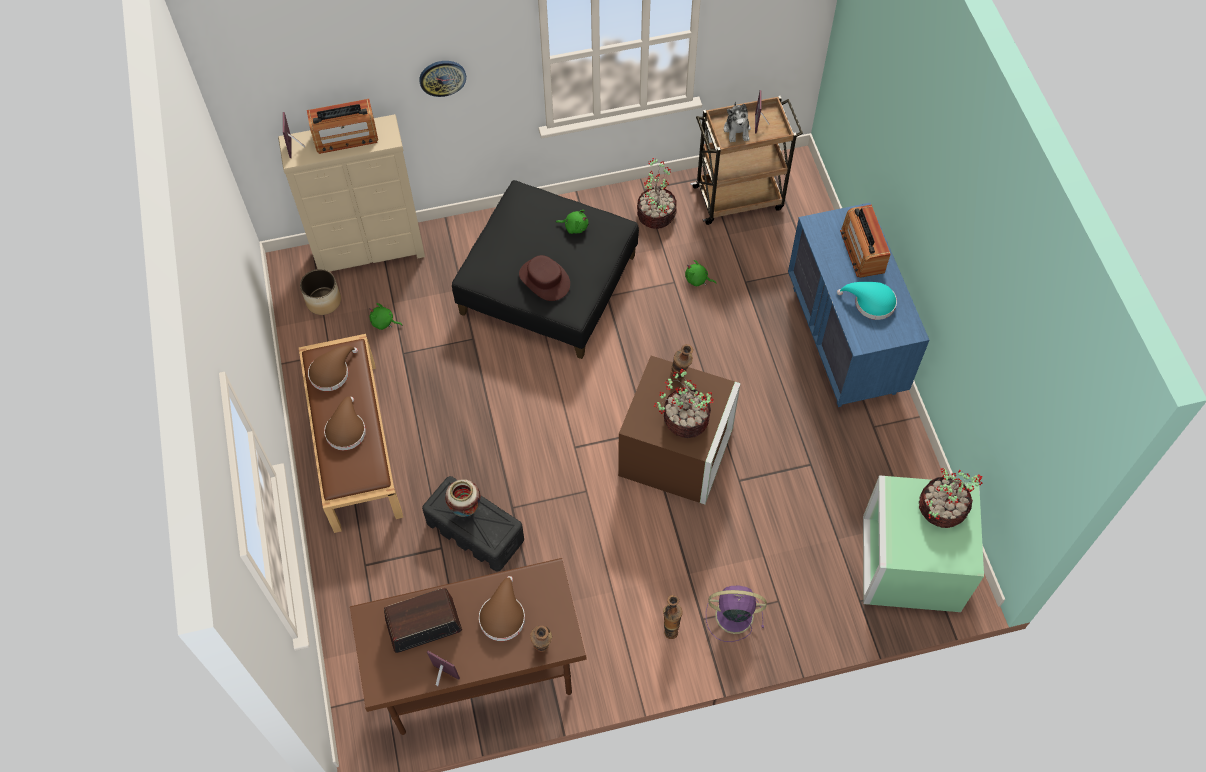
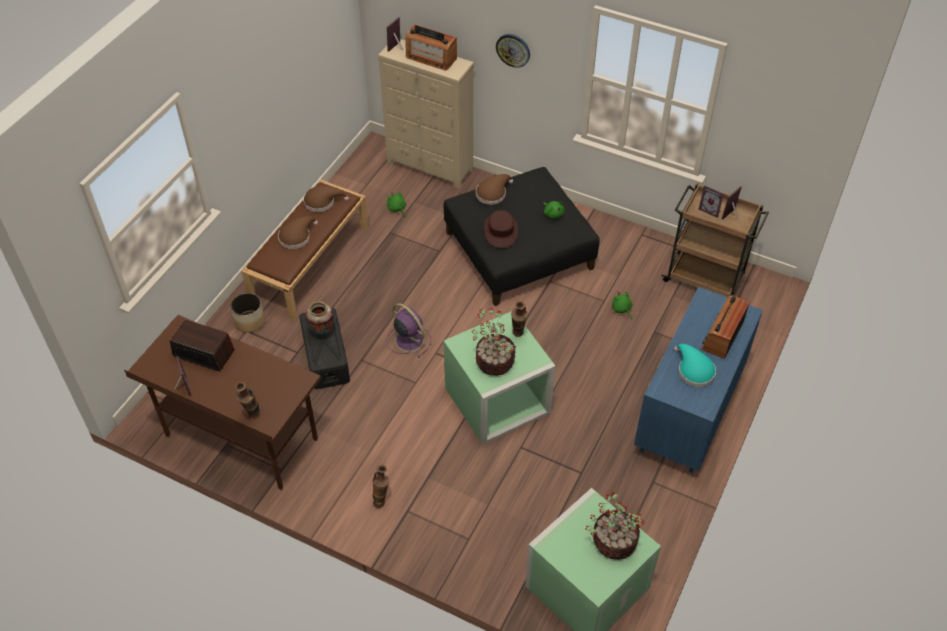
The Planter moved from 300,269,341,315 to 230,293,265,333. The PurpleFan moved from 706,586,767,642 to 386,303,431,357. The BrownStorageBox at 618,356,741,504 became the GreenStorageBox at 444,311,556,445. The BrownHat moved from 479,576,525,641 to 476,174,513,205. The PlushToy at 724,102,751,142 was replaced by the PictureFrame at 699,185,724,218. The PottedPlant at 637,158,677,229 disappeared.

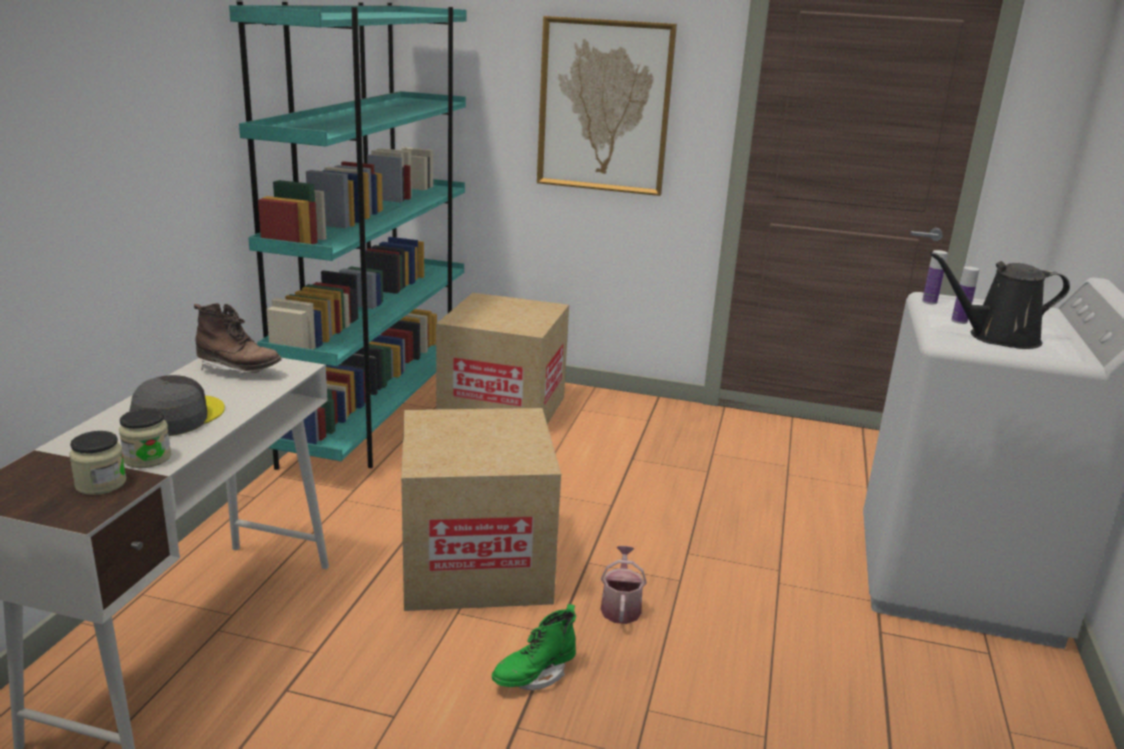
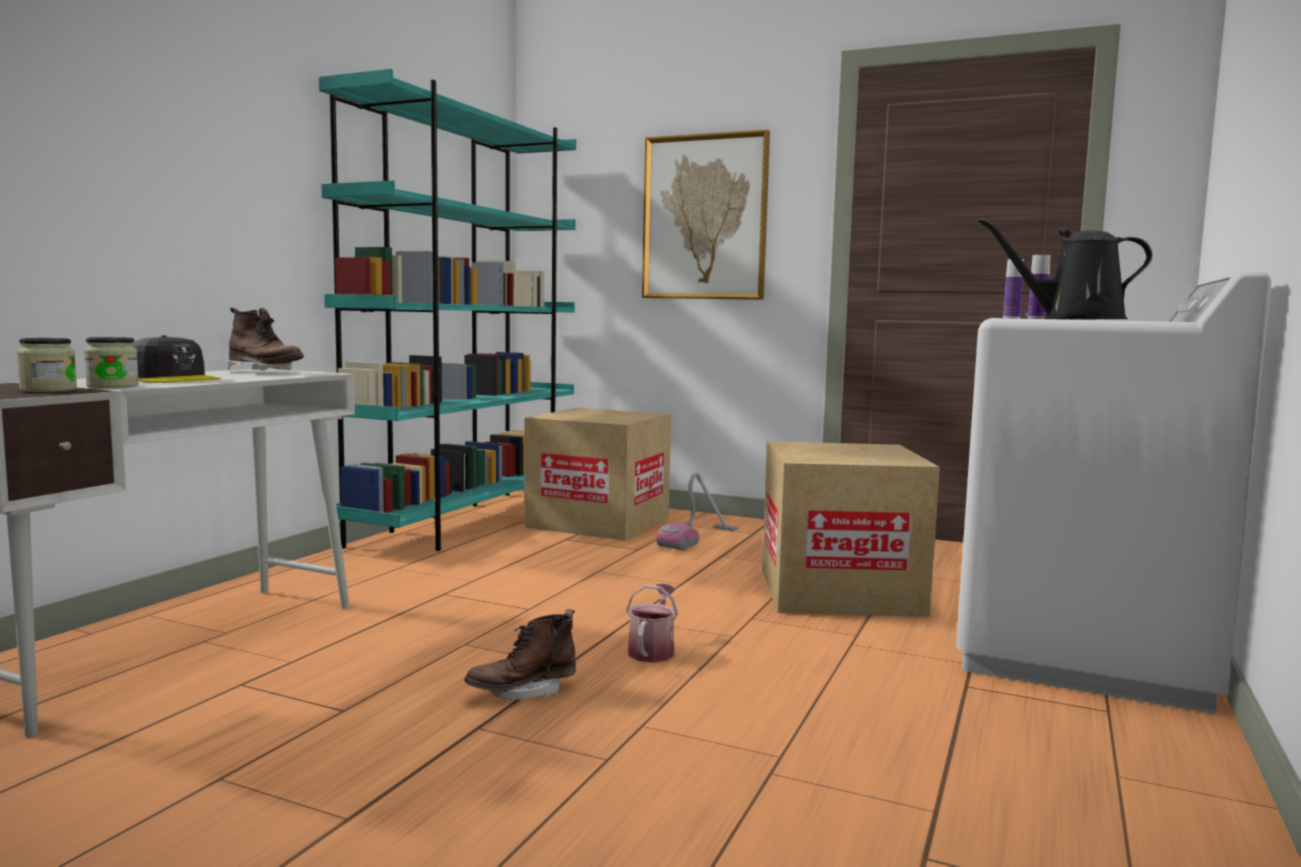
The GreyCap at 129,375,225,436 turned 90 degrees clockwise. The GreenBoot at 492,604,576,690 became the BrownBoot at 465,609,576,700. The VacuumCleaner at 656,472,738,551 appeared. The CardboardBox moved from 401,408,561,611 to 762,441,940,617.

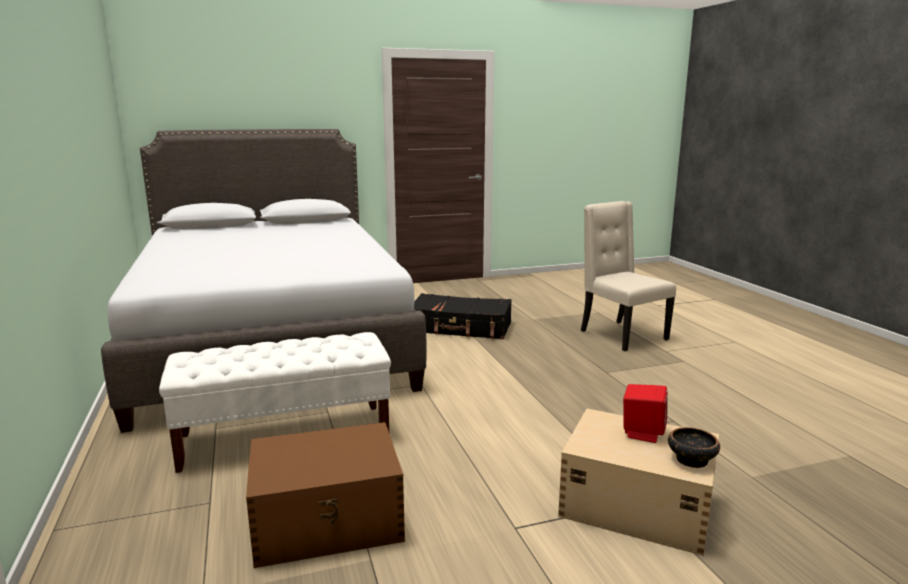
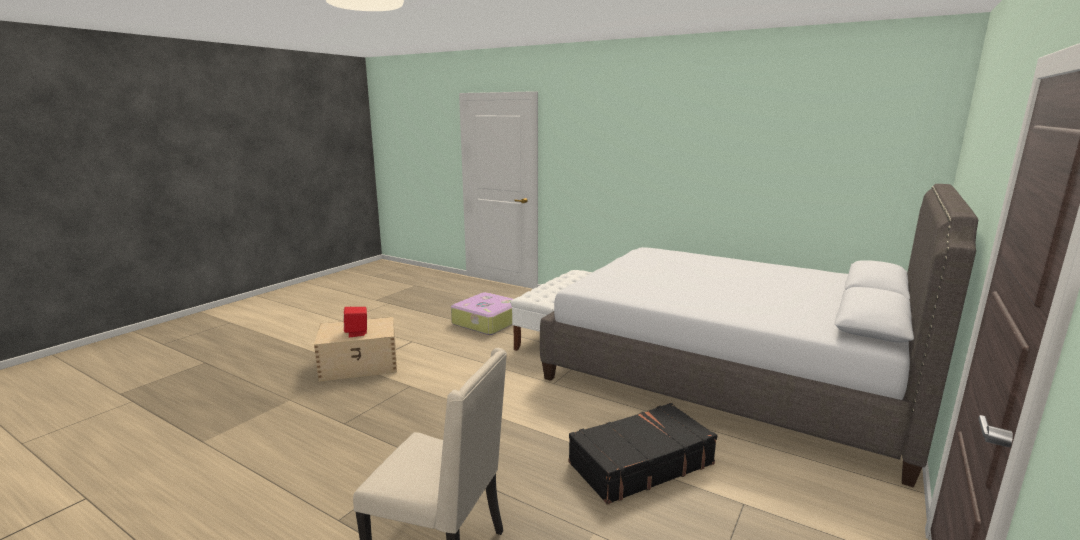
The BrownStorageBox at 246,422,405,568 was replaced by the Suitcase at 451,292,513,335. The Bowl at 668,427,720,468 disappeared.

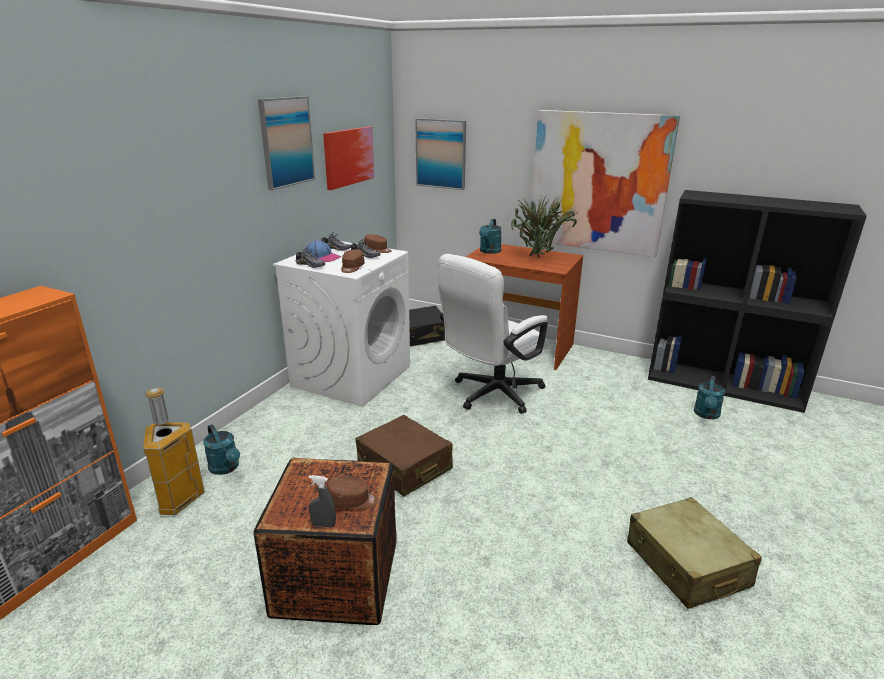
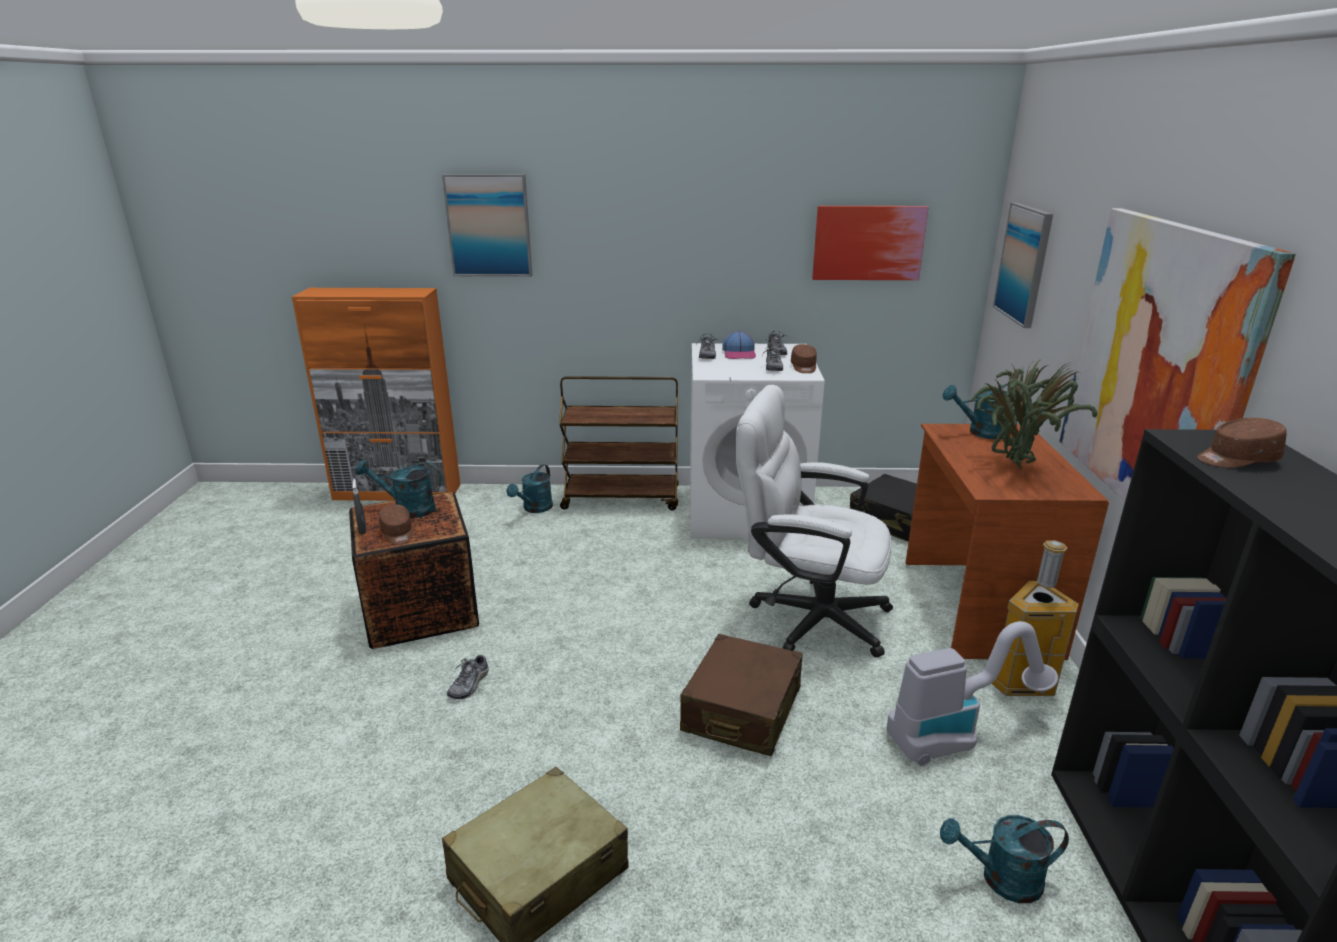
The TurquoiseWateringCan at 355,460,442,518 appeared. The Picture moved from 258,96,315,190 to 442,174,532,277. The Shoe at 447,655,489,699 appeared. The BrownCart at 559,376,678,510 appeared. The BrownSuitcase moved from 356,415,453,497 to 680,634,803,756. The VacuumCleaner at 887,621,1058,766 appeared. The TrashCan moved from 143,388,205,515 to 991,540,1079,696. The BrownCap moved from 341,249,365,273 to 1197,418,1287,468.

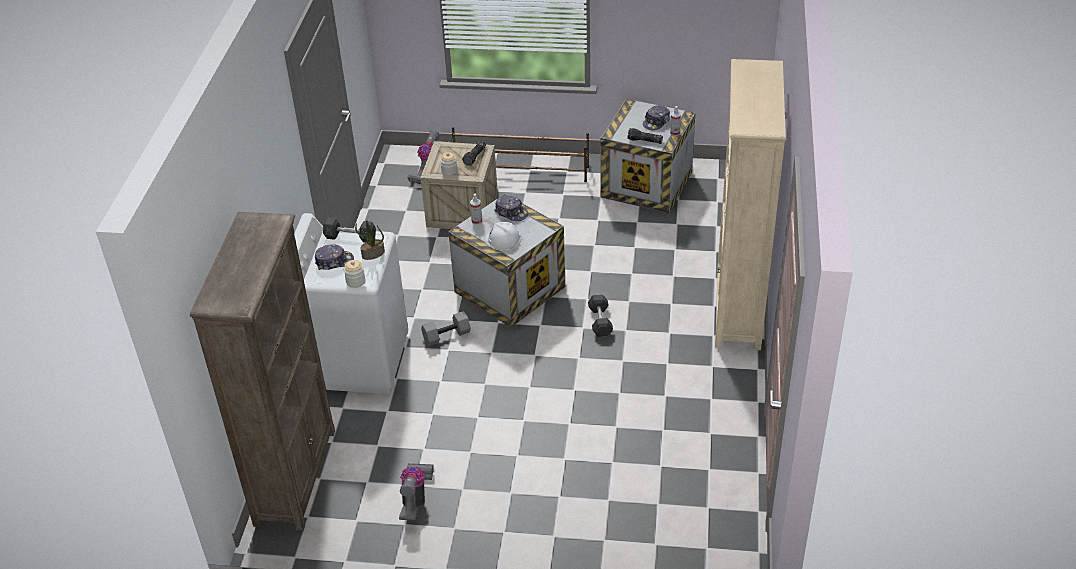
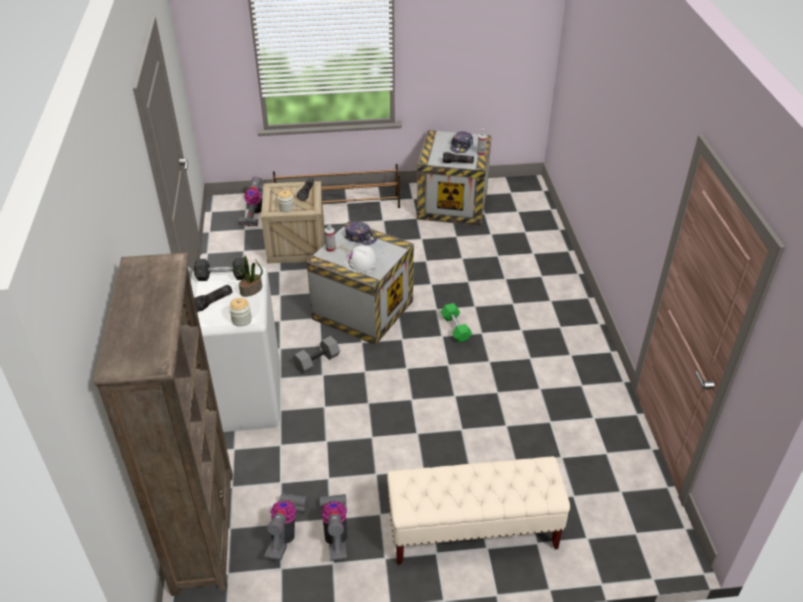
The Cap at 315,244,354,270 was replaced by the Flashlight at 194,285,232,312. The VacuumCleaner at 265,493,307,560 appeared. The BeigeBench at 387,456,570,565 appeared. The GreyDumbbell at 588,294,613,337 became the GreenDumbbell at 441,303,472,343. The BeigeBookcase at 715,59,786,350 disappeared.

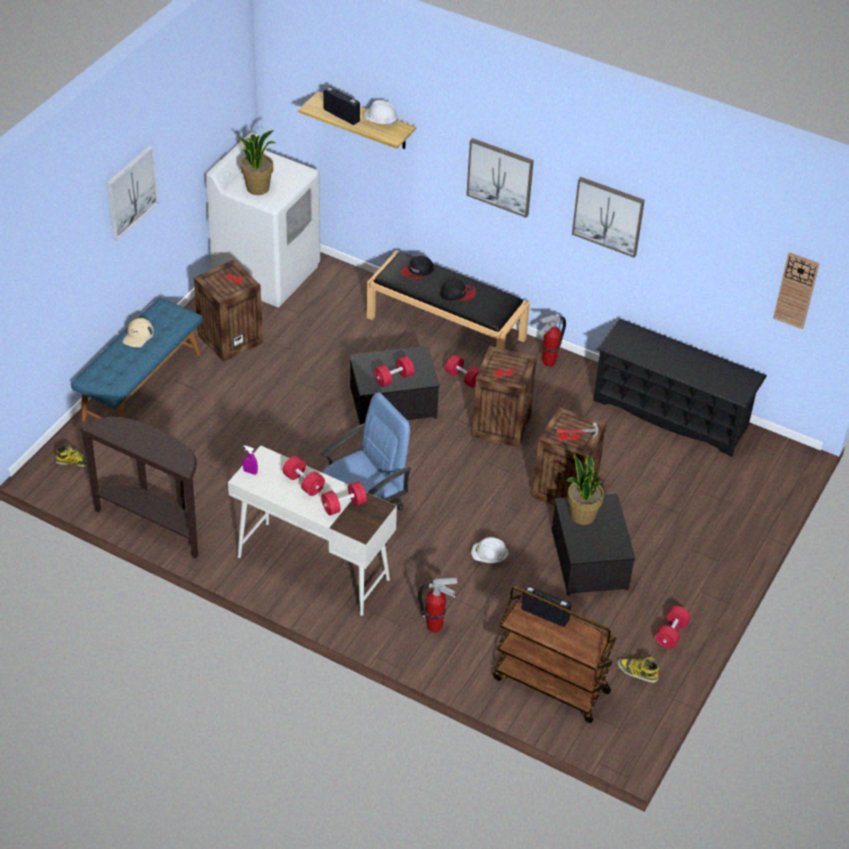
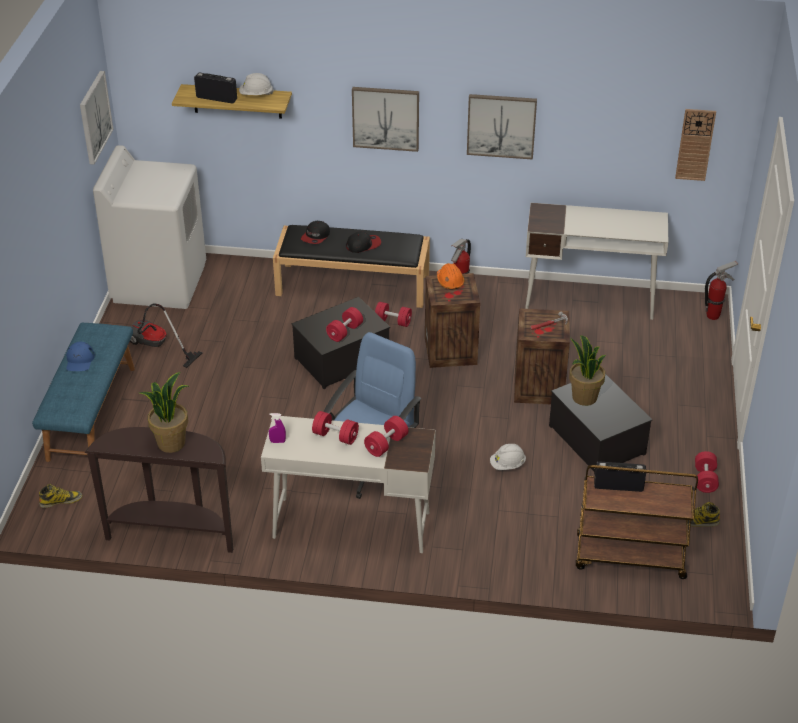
The BeigeCap at 122,318,154,347 became the BlueCap at 66,342,95,371. The Picture moved from 107,146,159,241 to 80,71,114,165. The Crate at 194,260,263,361 was replaced by the VacuumCleaner at 130,303,202,368. The PottedPlant moved from 236,130,276,195 to 140,372,189,453. The OrangeHardHat at 437,263,465,290 appeared. The BlackShoeRack at 593,318,767,457 was replaced by the WhiteDesk at 525,203,668,320. The FireExtinguisher moved from 418,578,458,633 to 705,261,738,320.

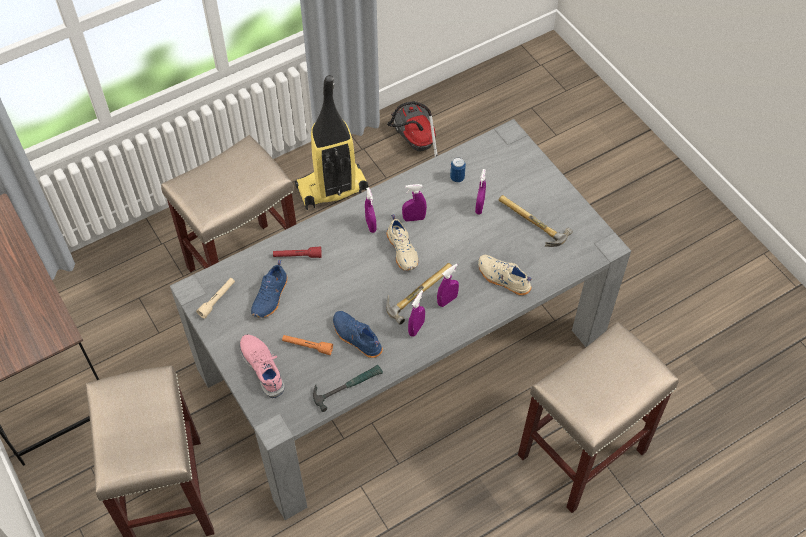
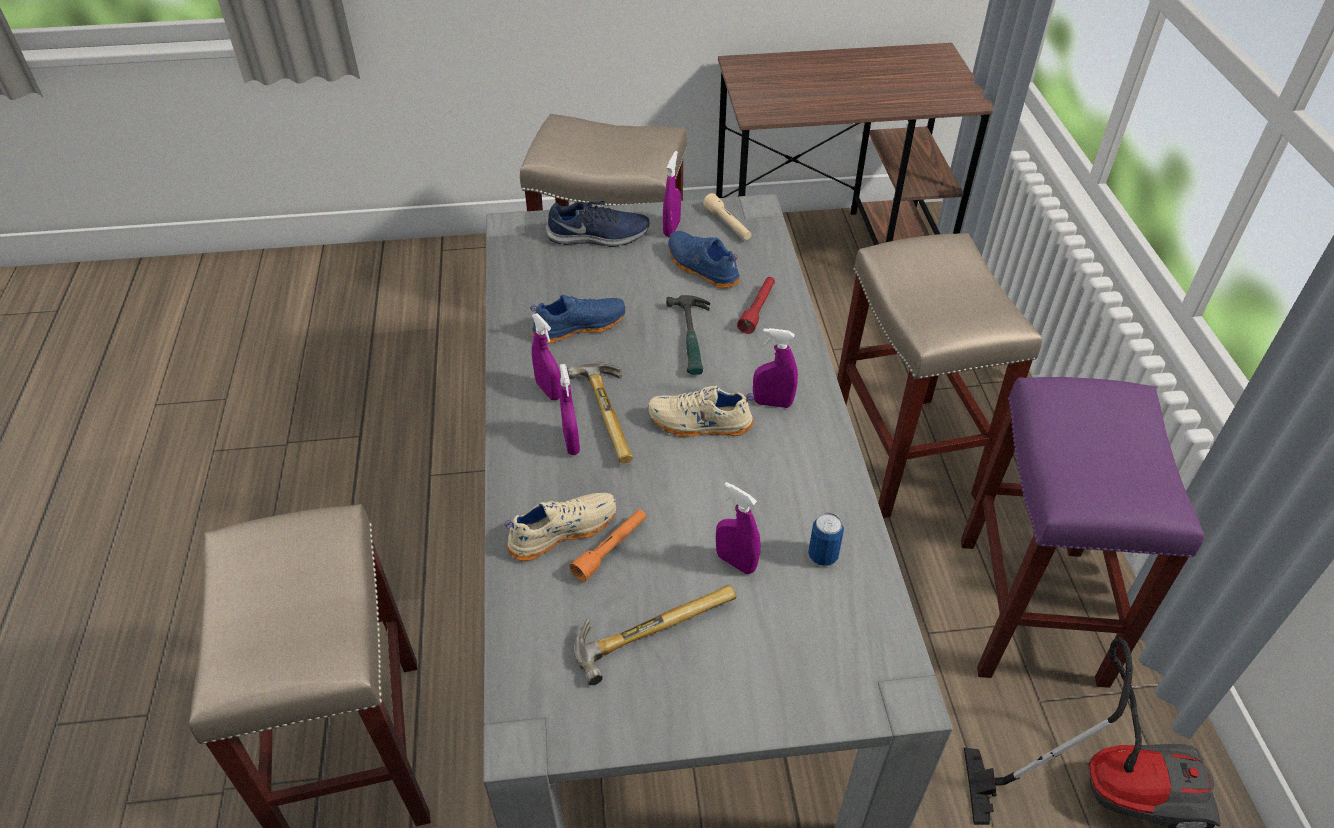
The PinkShoe at 240,334,285,398 became the BlueShoe at 546,201,649,247. The OrangeFlashlight moved from 282,335,333,355 to 569,509,646,582. The PurpleSprayBottle moved from 402,184,427,222 to 663,151,681,237. The Hammer moved from 313,365,383,412 to 666,295,710,375. The VacuumCleaner at 295,75,368,210 was replaced by the PurpleStool at 961,377,1205,688.

